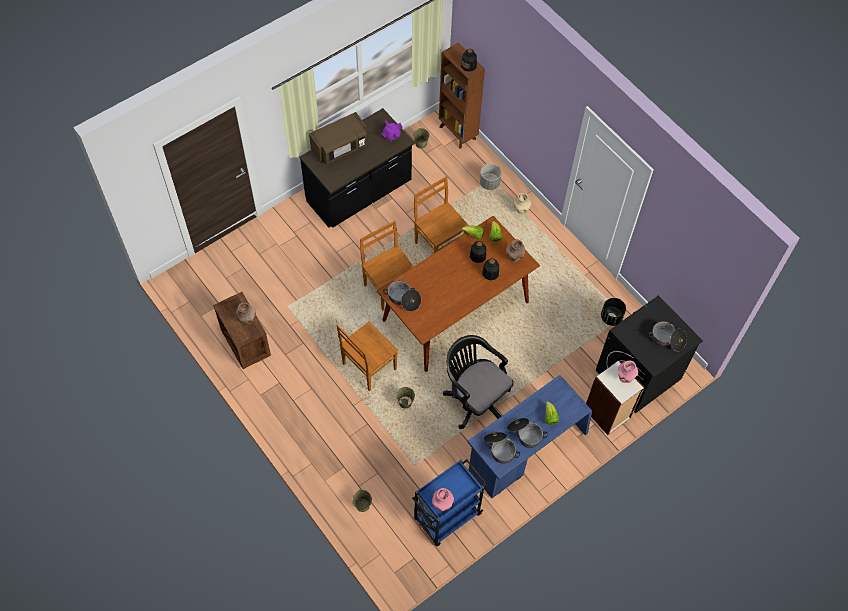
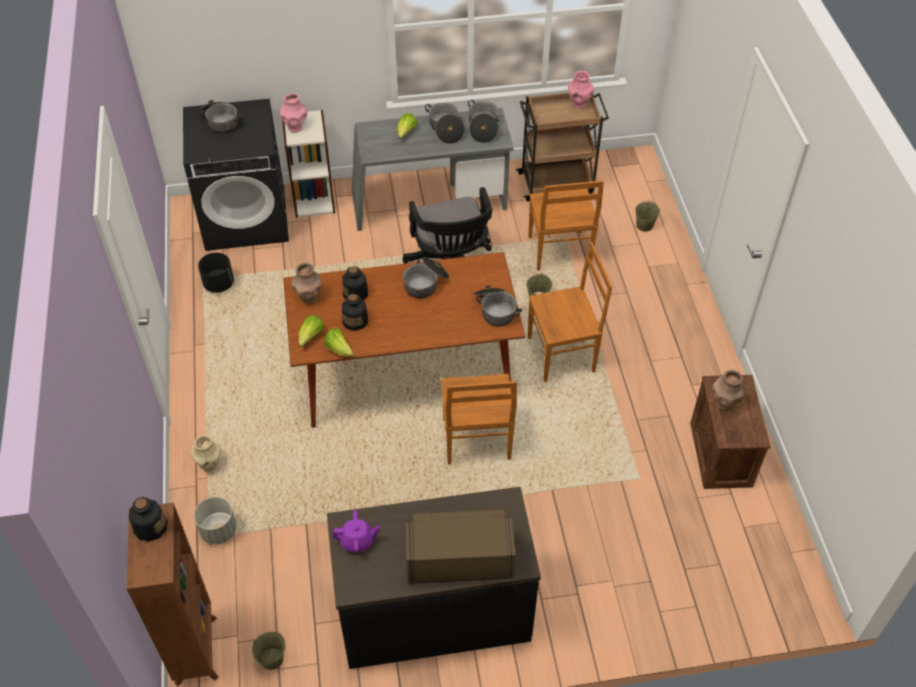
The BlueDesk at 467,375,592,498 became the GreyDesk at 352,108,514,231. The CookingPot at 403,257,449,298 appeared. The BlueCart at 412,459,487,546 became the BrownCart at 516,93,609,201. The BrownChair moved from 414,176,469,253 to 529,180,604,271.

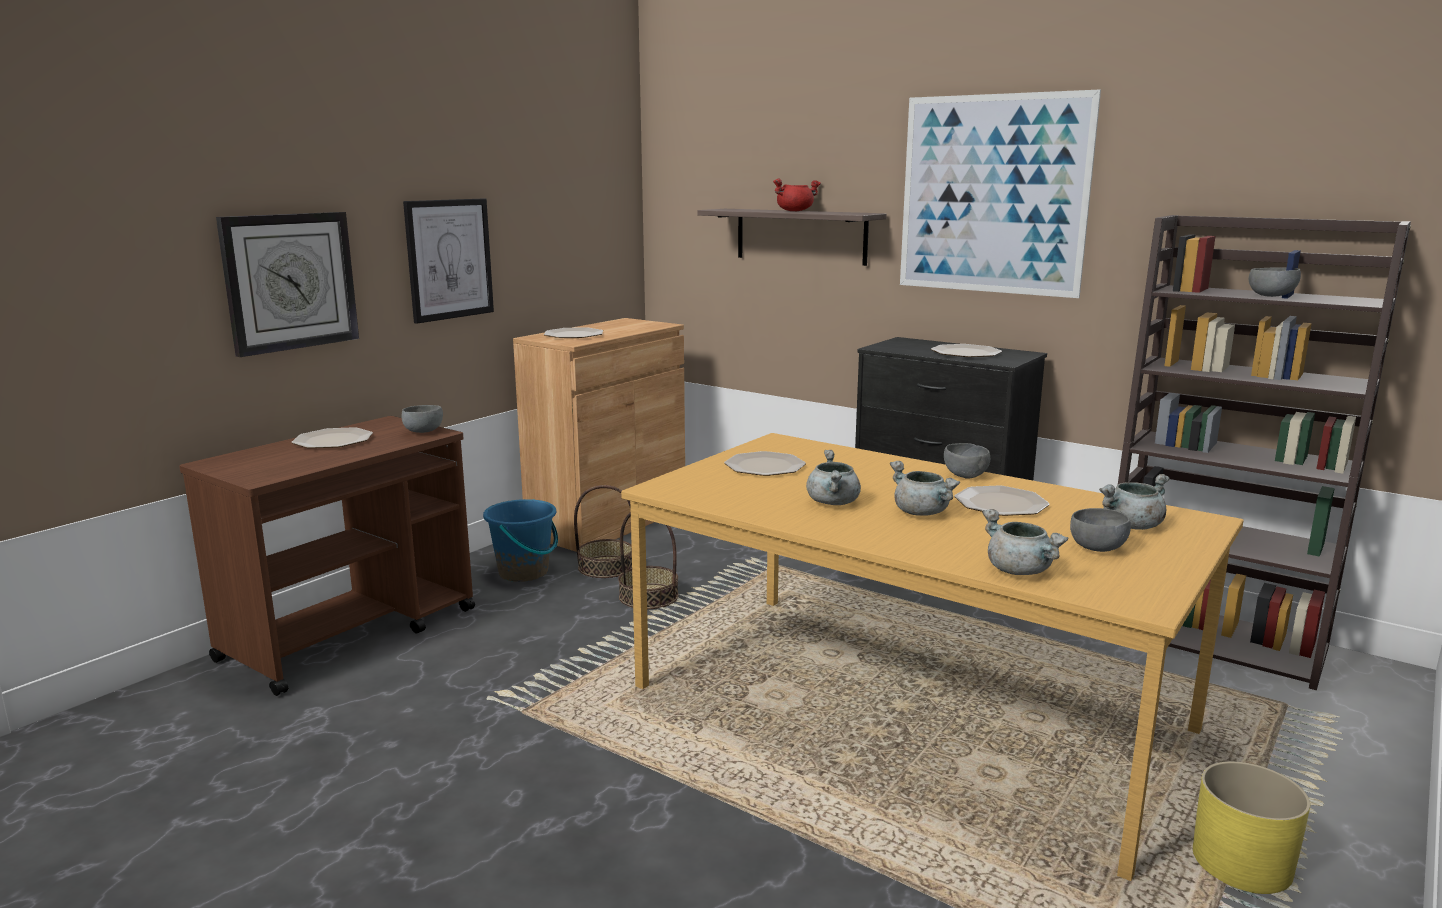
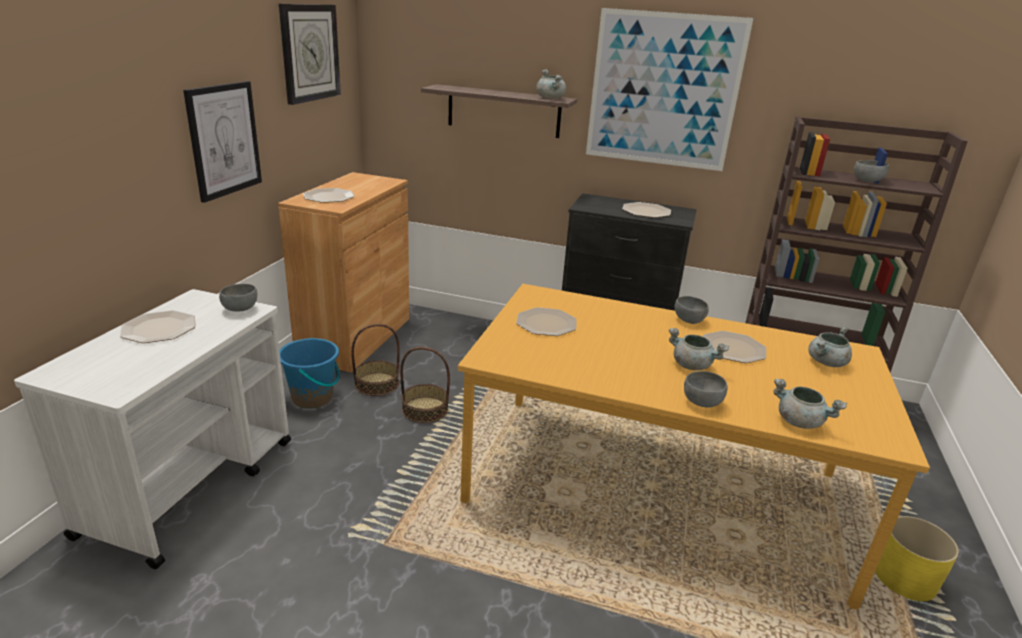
The BrownCart at 179,416,475,696 became the WhiteCart at 14,289,291,569. The WallClock moved from 216,212,359,357 to 279,4,341,105. The GreyCookingPot moved from 806,450,861,505 to 536,69,566,99. The GreyBowl moved from 1070,508,1131,552 to 684,371,728,407. The RedCookingPot at 773,179,821,211 disappeared.

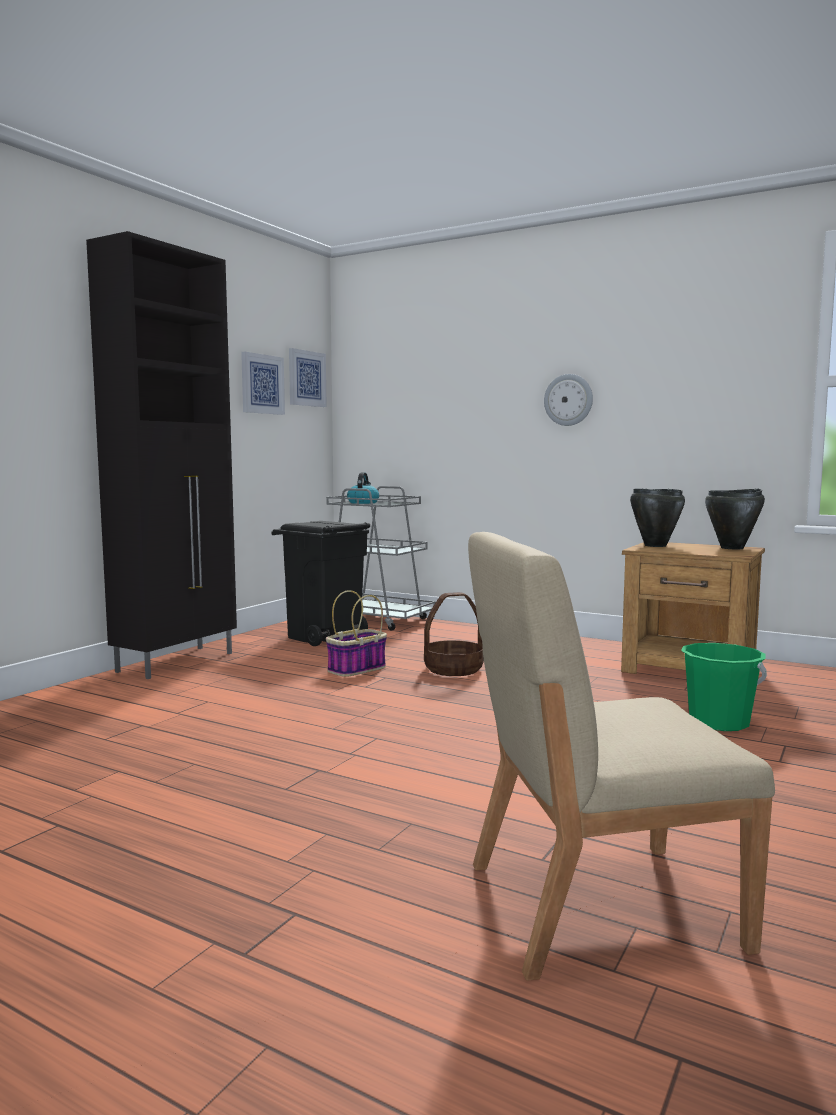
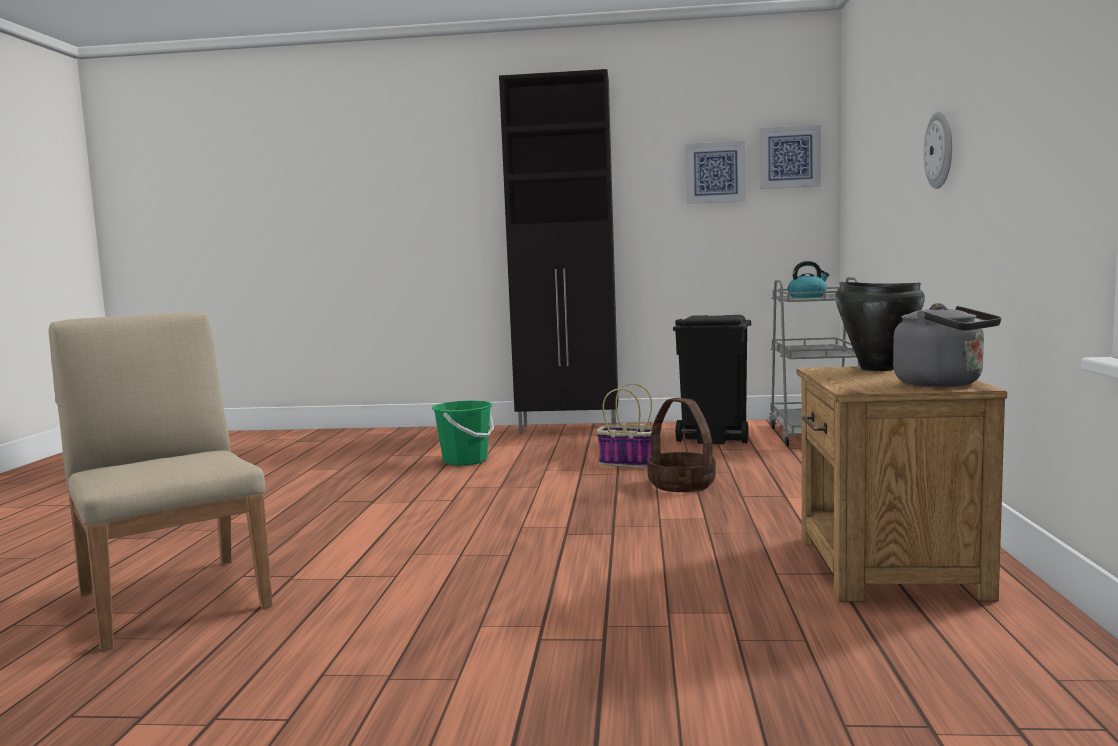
The GreenBucket moved from 681,643,767,731 to 432,400,494,466. The BlackCookingPot at 705,489,765,549 was replaced by the GreyKettle at 893,303,1001,387.

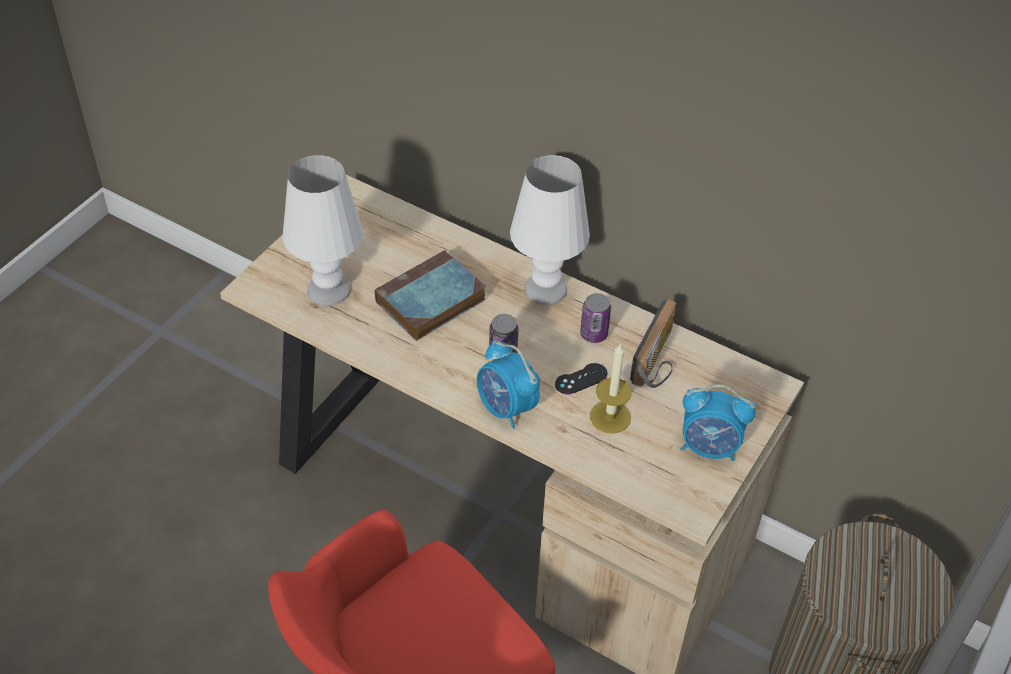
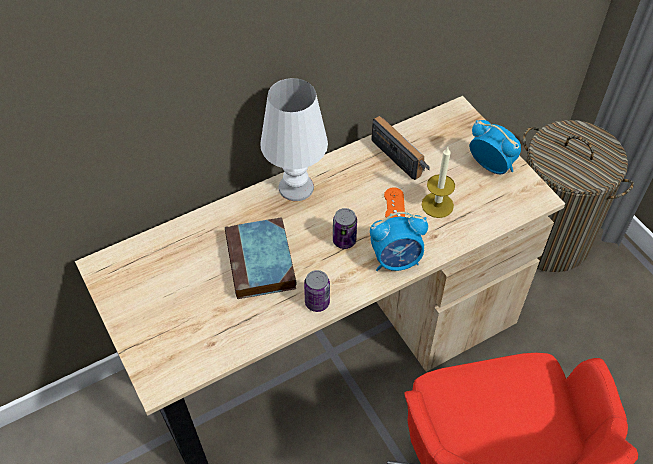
The Can moved from 580,293,611,343 to 304,270,330,312. The BlackGameController at 555,363,608,394 became the OrangeGameController at 384,187,405,218. The AlarmClock at 680,384,756,461 turned 90 degrees counterclockwise. The WhiteTableLamp at 282,155,363,306 disappeared.

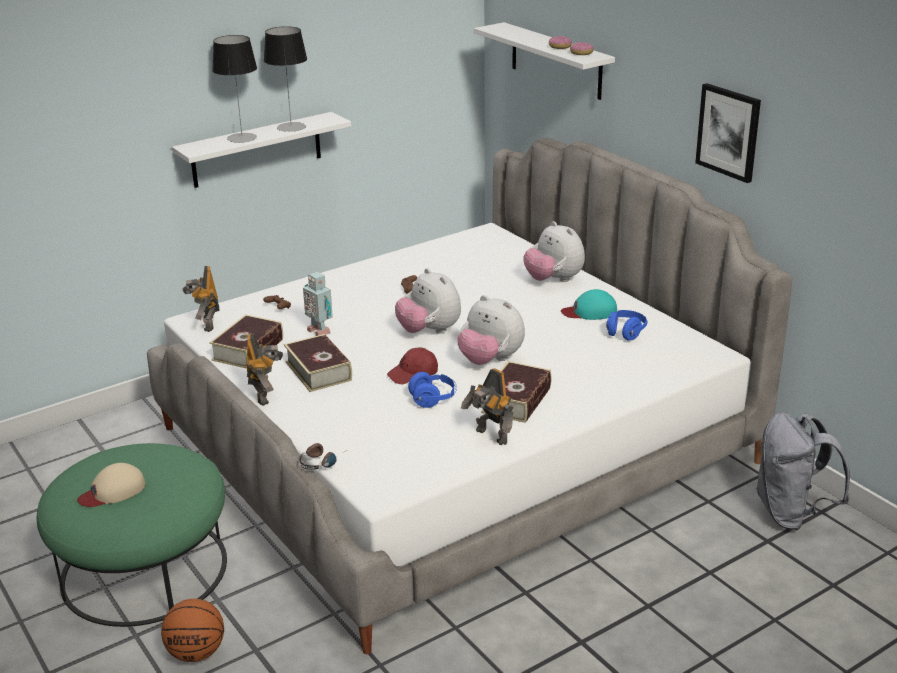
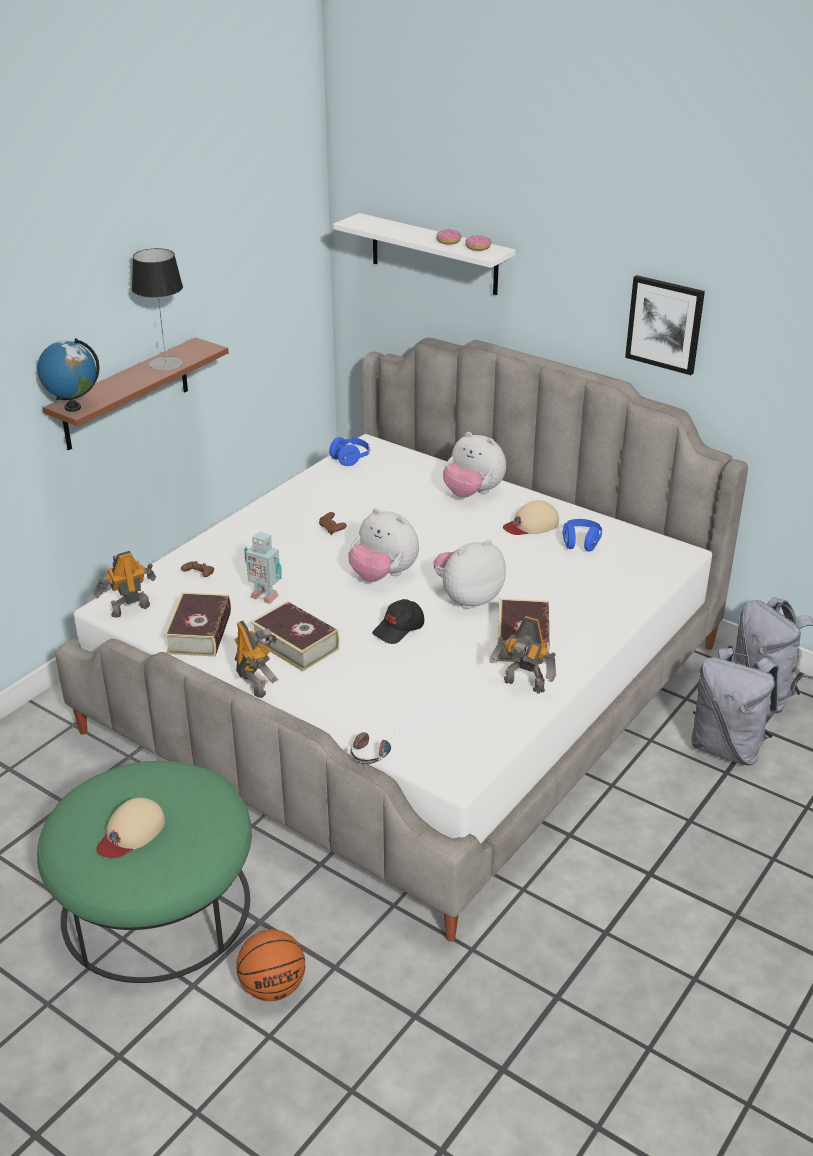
The Globe at 37,338,99,412 appeared. The WhiteShelf at 172,112,351,188 became the BrownShelf at 43,337,229,450. The ToyRobot at 182,266,219,332 turned 90 degrees clockwise. The BlueHeadphones moved from 408,372,457,408 to 329,437,370,466. The RedCap at 387,348,438,384 became the BlackCap at 372,599,424,644. The PlushToy at 457,295,525,365 turned 135 degrees clockwise. The TurquoiseCap at 561,289,617,320 became the BeigeCap at 503,500,559,535. The GreyBackpack at 691,648,779,765 appeared. The TableLamp at 212,35,257,143 disappeared.

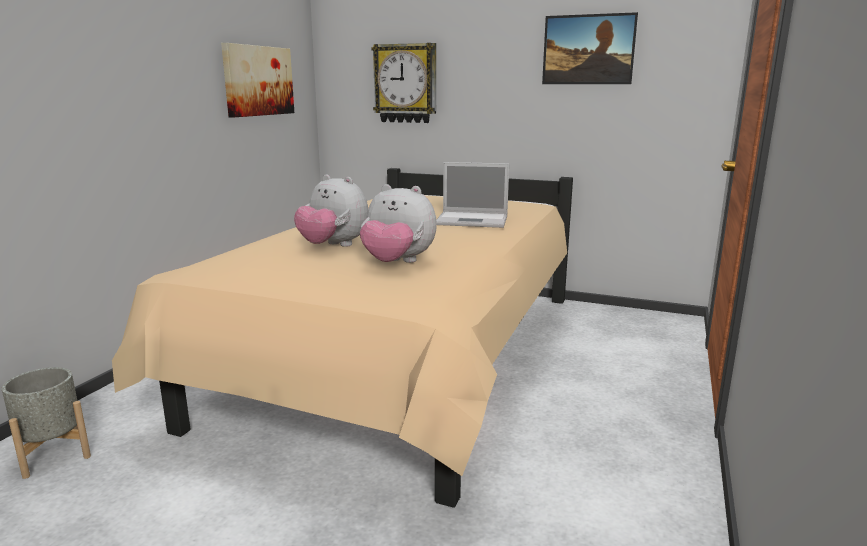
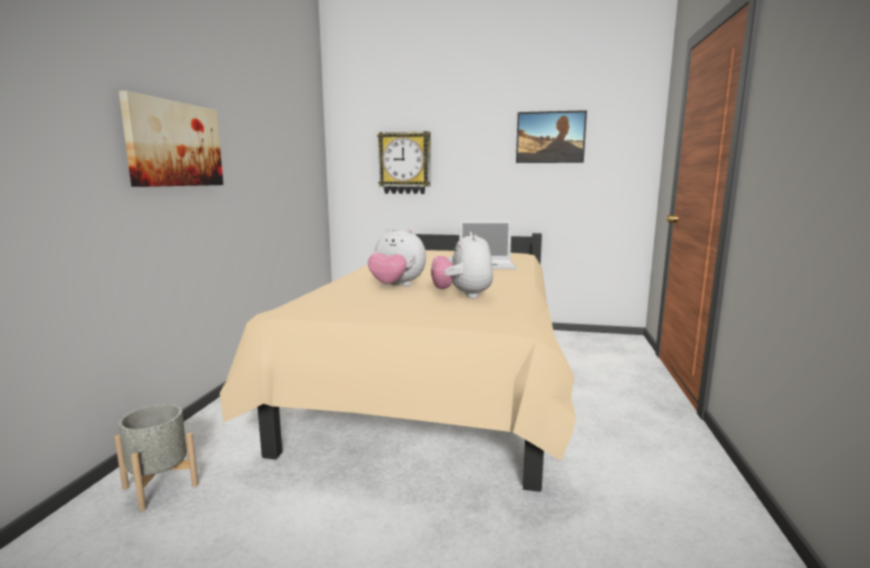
The Picture moved from 221,43,294,118 to 119,91,223,187. The PlushToy at 360,184,437,263 turned 75 degrees clockwise.

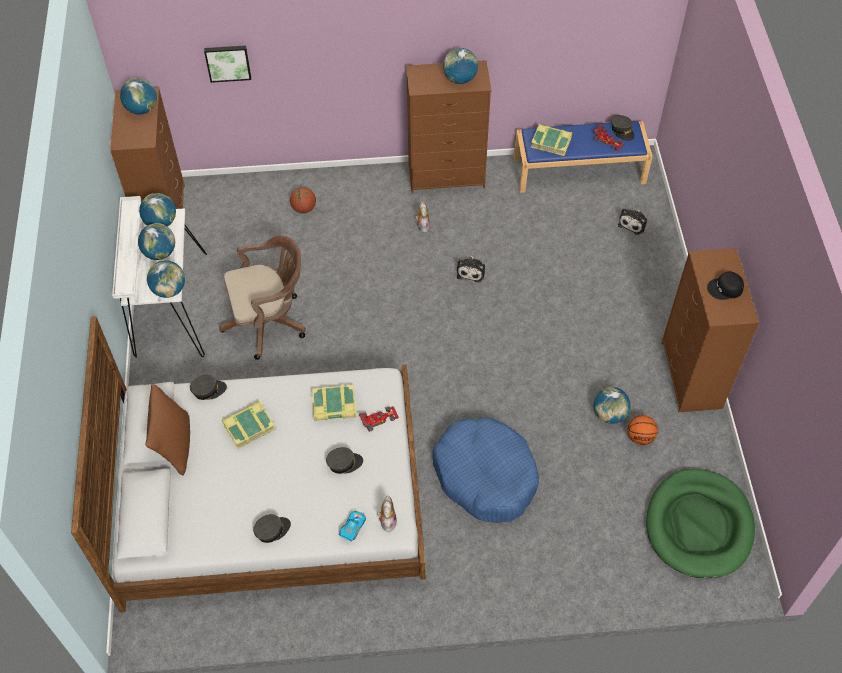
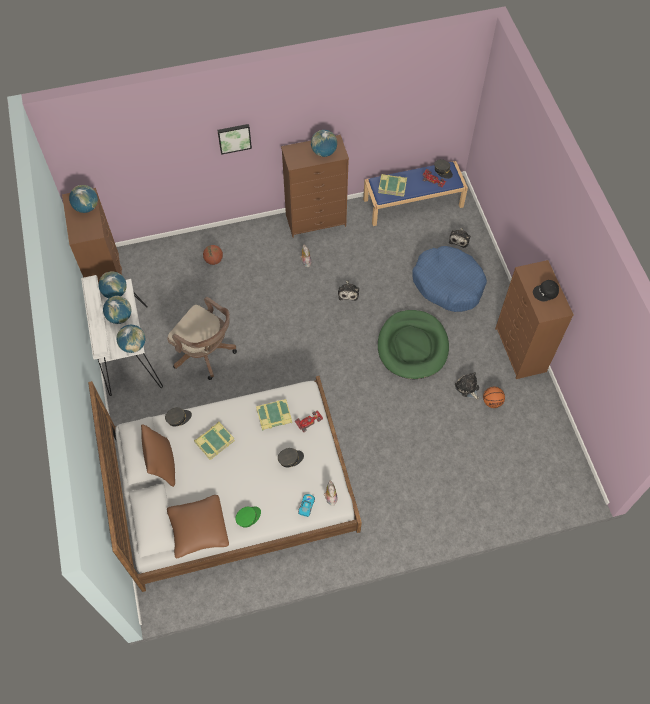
The BrownOfficeChair at 219,235,306,360 turned 60 degrees clockwise. The BrownPillow at 167,495,229,559 appeared. The Picture moved from 204,45,251,83 to 217,124,252,155. The GreyCap at 253,514,291,543 became the GreenCap at 235,506,261,528. The GreenDogBed moved from 646,469,755,578 to 378,310,449,379. The BlueDogBed moved from 432,417,539,523 to 412,246,487,312. The Globe at 593,387,631,424 was replaced by the PlushToy at 455,372,479,400.

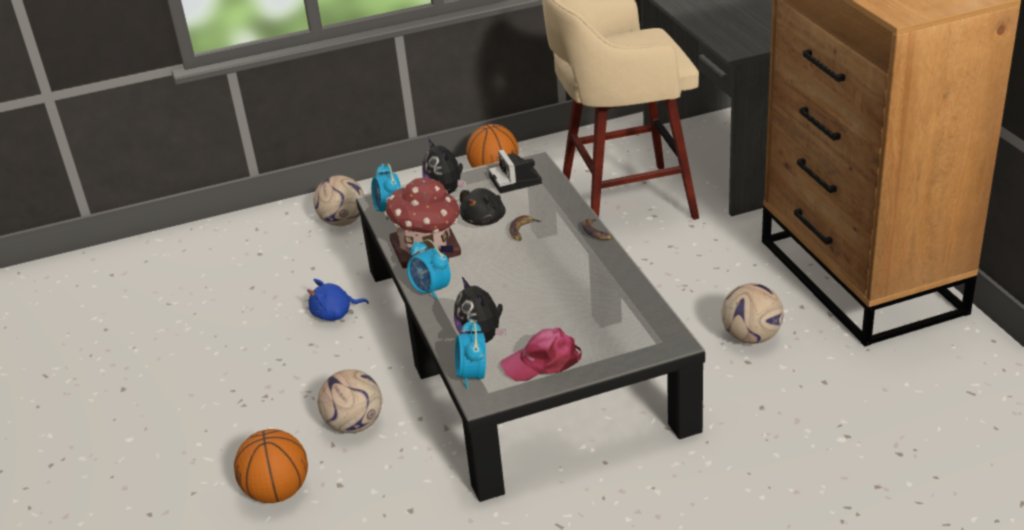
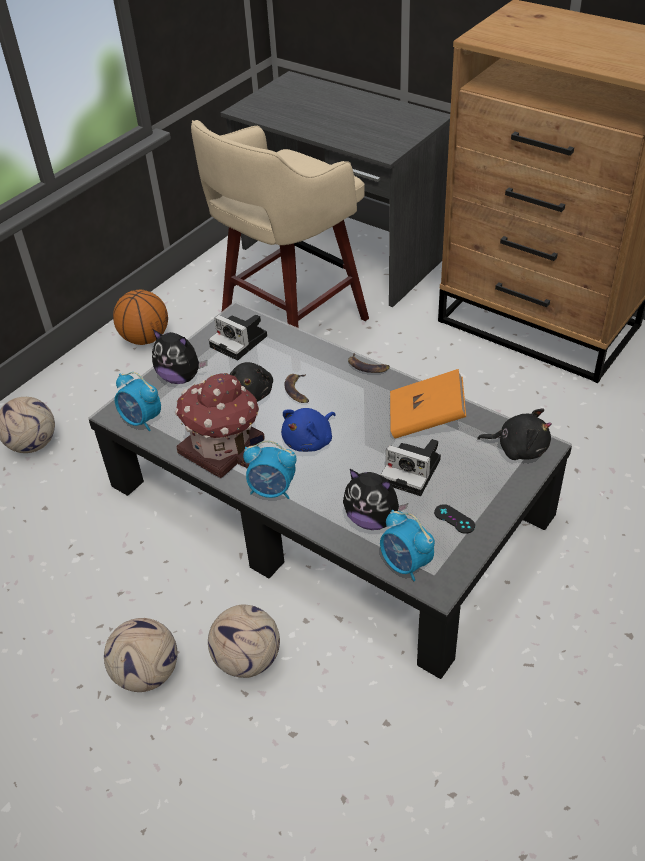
The Football moved from 721,283,784,344 to 104,618,177,692. The BluePlushToy moved from 307,279,369,321 to 281,408,335,452. The PhotoCamera at 380,439,441,496 appeared. The OrangeBook at 390,369,466,439 appeared. The PinkCap at 501,328,582,381 was replaced by the BlackGameController at 434,504,475,534. The BlackPlushToy at 477,408,552,460 appeared. The Basketball at 234,429,308,503 disappeared.

